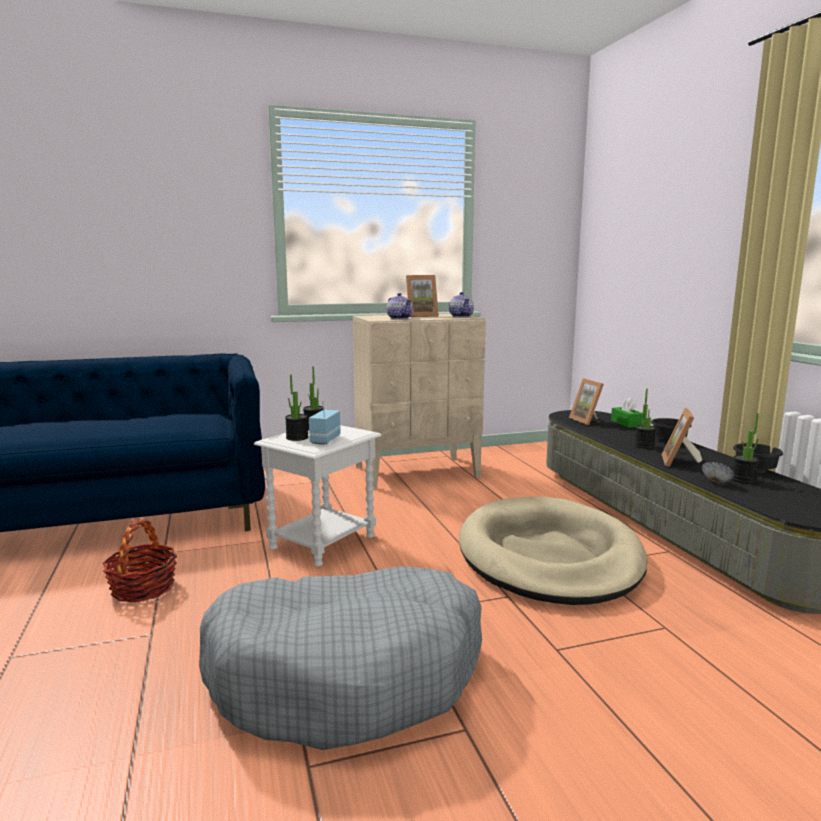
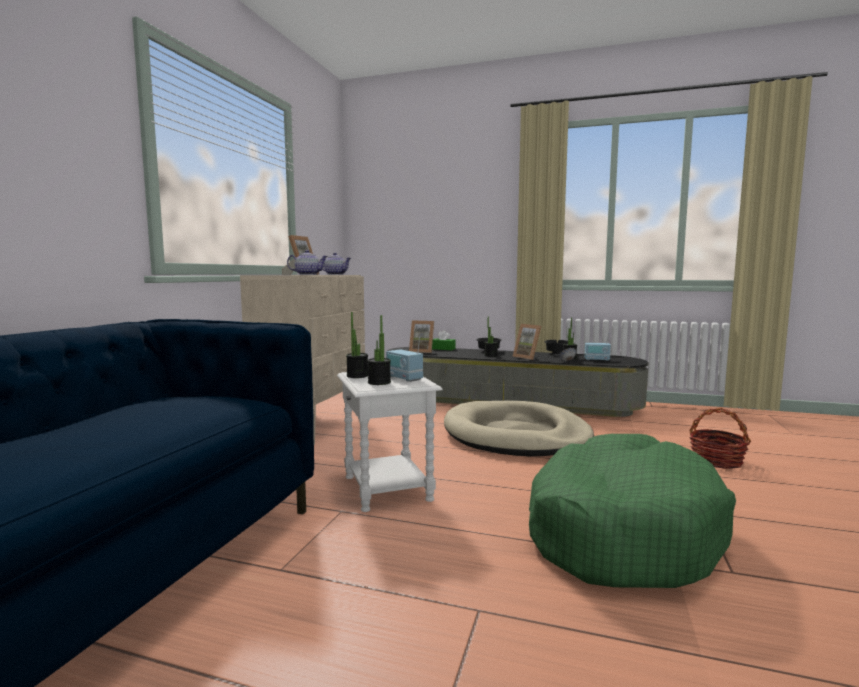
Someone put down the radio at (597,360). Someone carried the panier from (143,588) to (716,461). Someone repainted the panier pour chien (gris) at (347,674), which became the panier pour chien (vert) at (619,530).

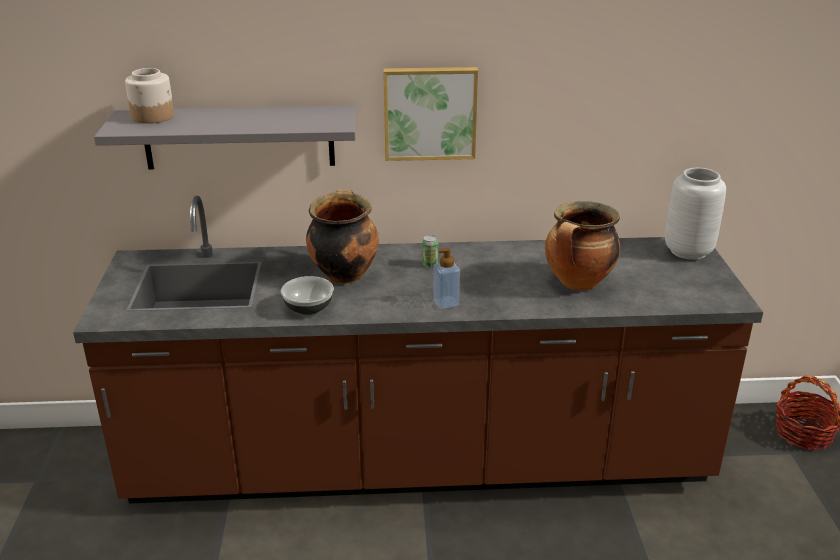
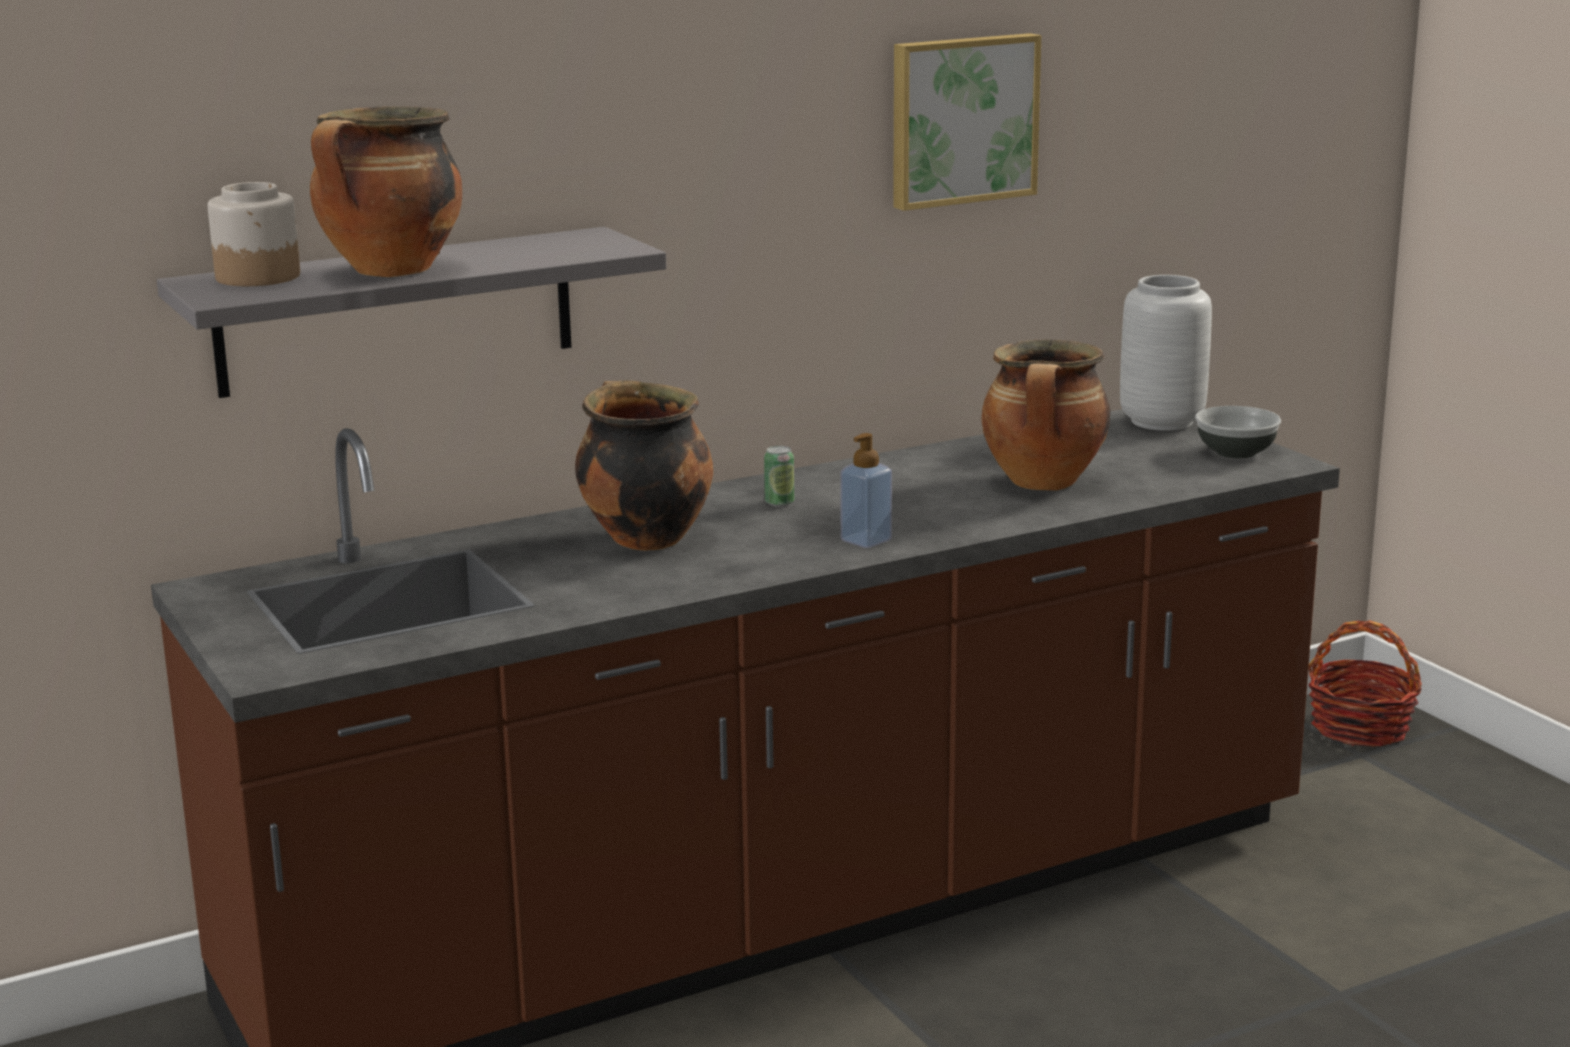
Someone put down the marmite at (391,272). Someone carried the bol from (308,308) to (1234,452). Someone carried the tableau from (430,112) to (962,120).

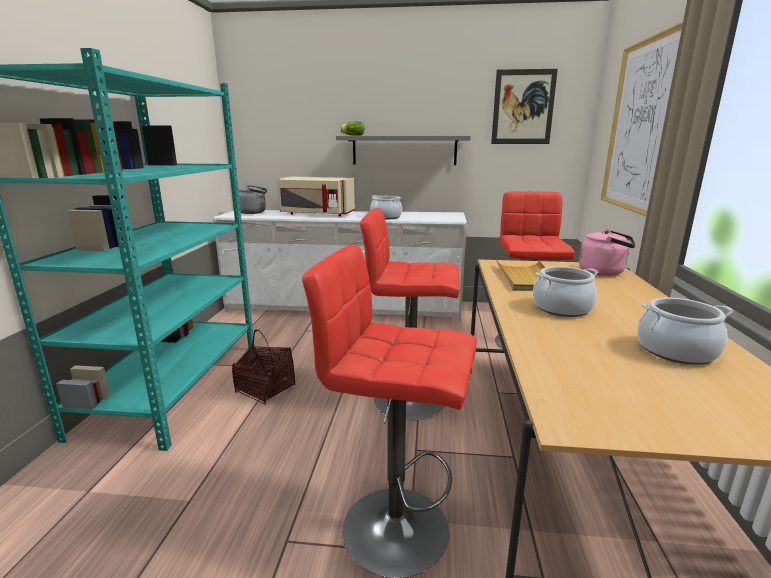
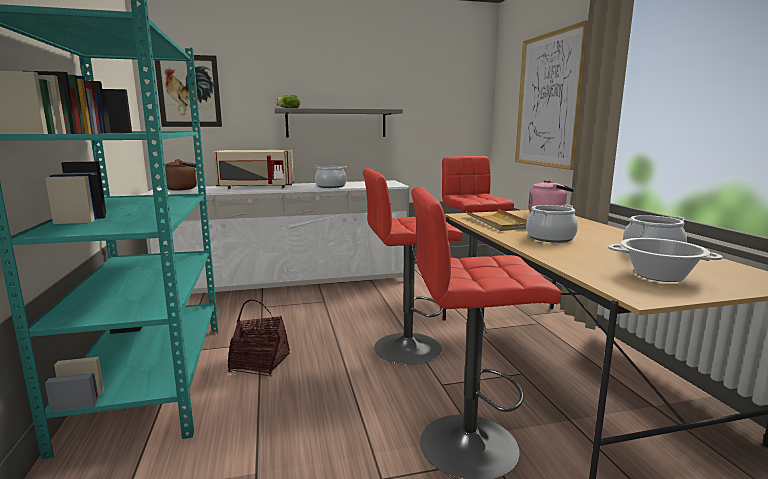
Someone put down the marmite at (659,275). Someone carried the tableau from (523,107) to (189,91). Someone repainted the bouilloire (gris) at (254,212), which became the bouilloire (marron) at (183,189).

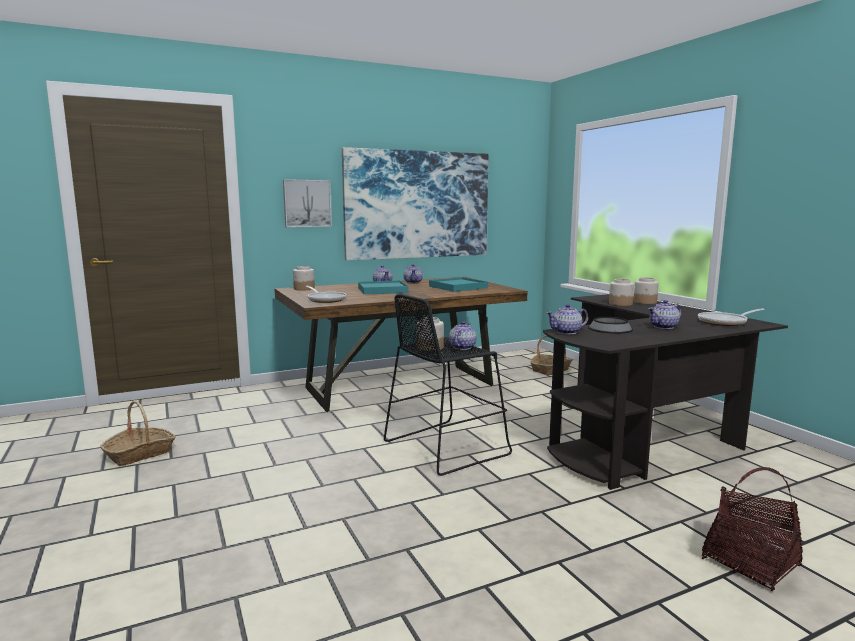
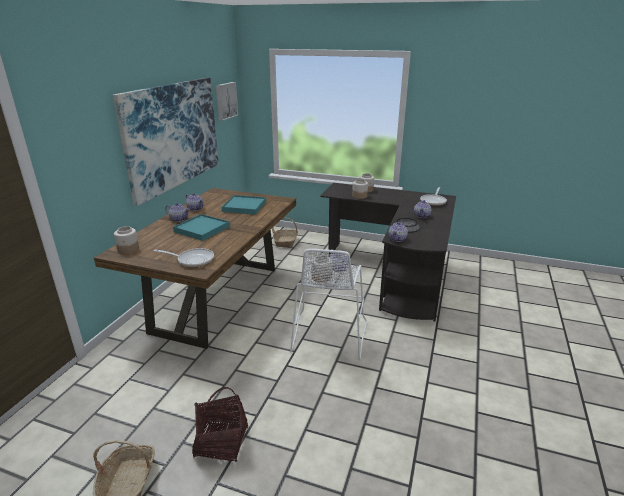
Someone carried the tableau from (307,203) to (225,100). Someone carried the panier from (751,563) to (221,442). Someone repainted the tabouret (noir) at (446,446), which became the tabouret (blanc) at (328,336).

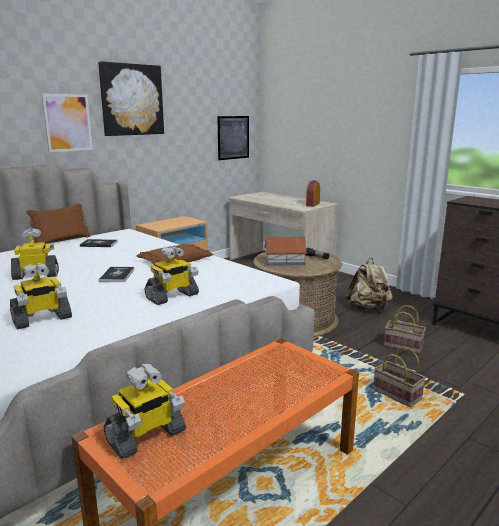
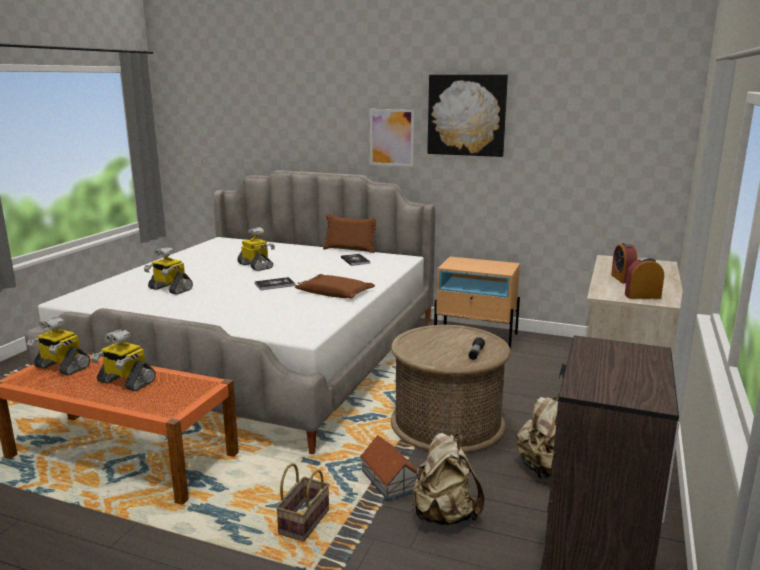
Someone took away the tableau at (233,137). Someone put down the réveil at (622,279). Someone carried the robot jouet from (172,297) to (125,382). Someone carried the maison miniature from (284,261) to (390,481). Someone swapped the panier at (404,346) for the sac à dos (beige) at (444,515).

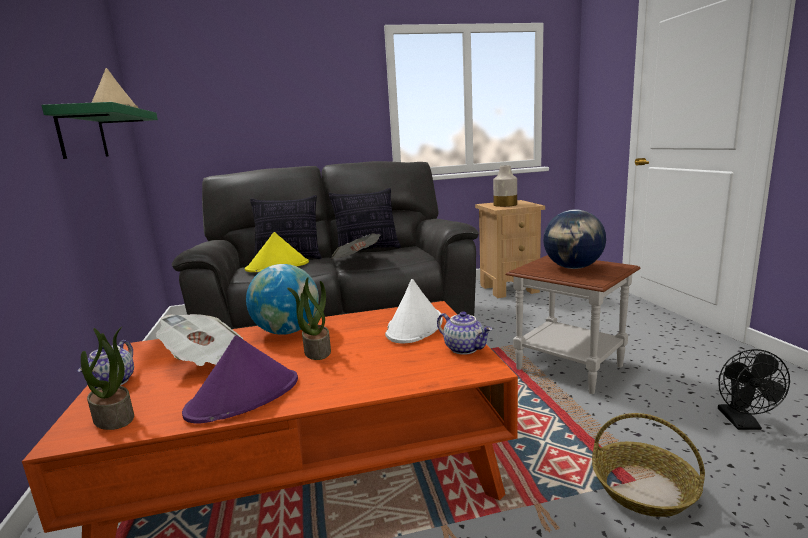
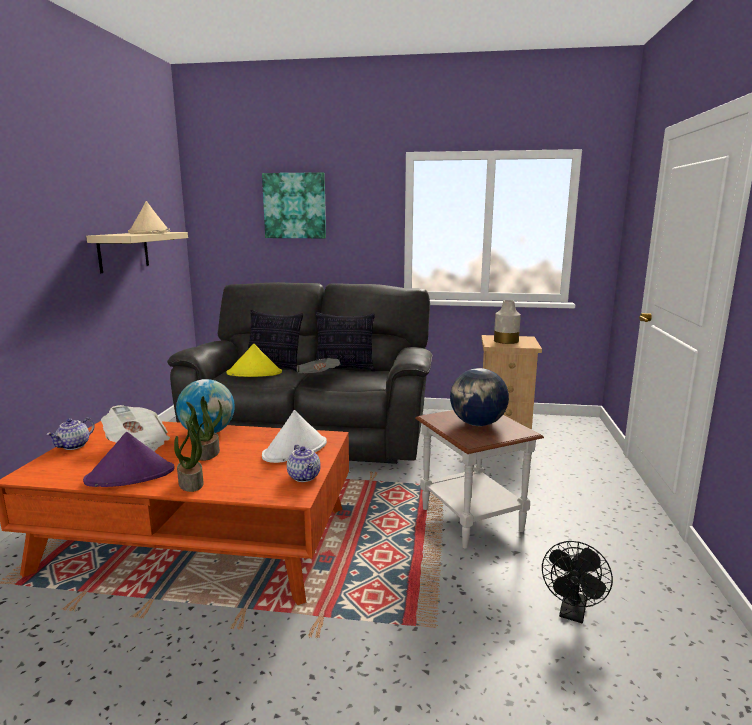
Someone took away the panier at (644,489). Someone put up the tableau at (295,206). Someone carried the plante en pot from (115,418) to (191,483). Someone repainted the étagère (vert) at (82,134), which became the étagère (beige) at (123,251).

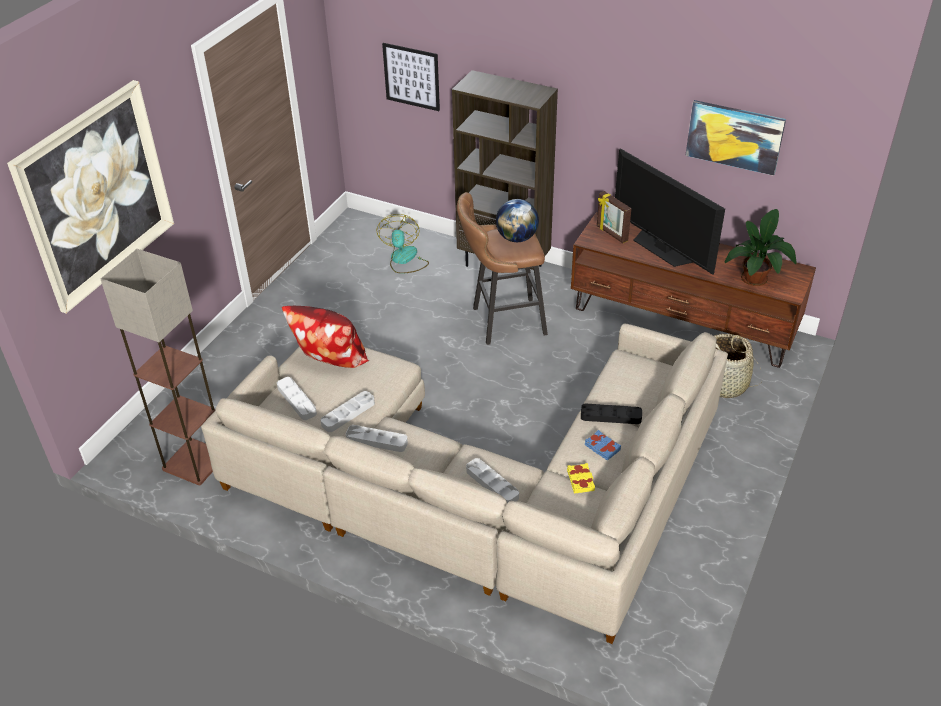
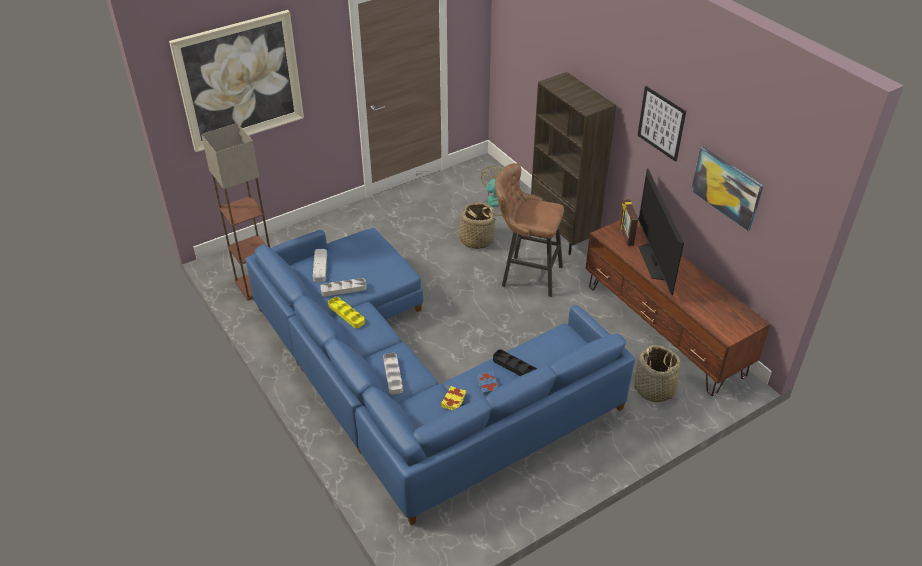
Someone took away the coussin at (330,360). Someone took away the globe at (517,238). Someone took away the plante en pot at (756,277). Someone put down the panier at (476,240). Someone carried the tableau from (411,76) to (661,123). Someone repainted the canapé (beige) at (476,488), which became the canapé (bleu) at (411,380). Someone repainted the plateau (gris) at (377,441), which became the plateau (jaune) at (346,314).

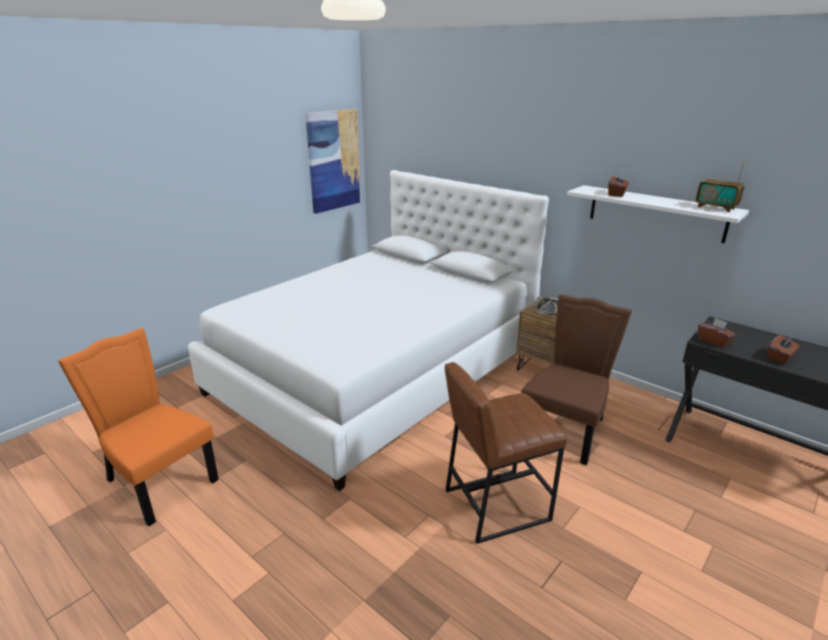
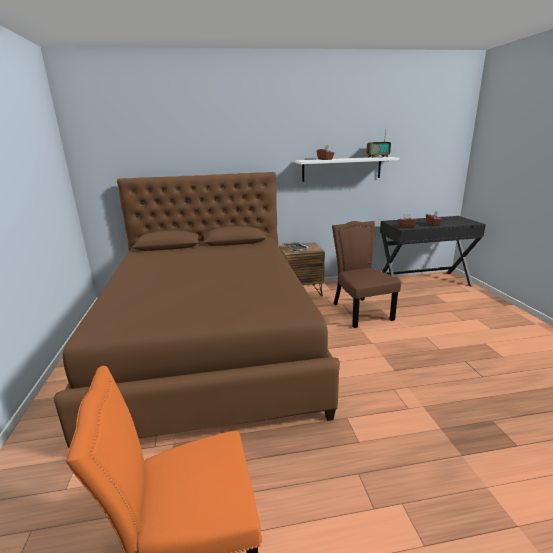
Someone took away the tableau at (334,160). Someone took away the chaise (marron) at (495,505). Someone repainted the lit (blanc) at (378,371), which became the lit (marron) at (211,343).

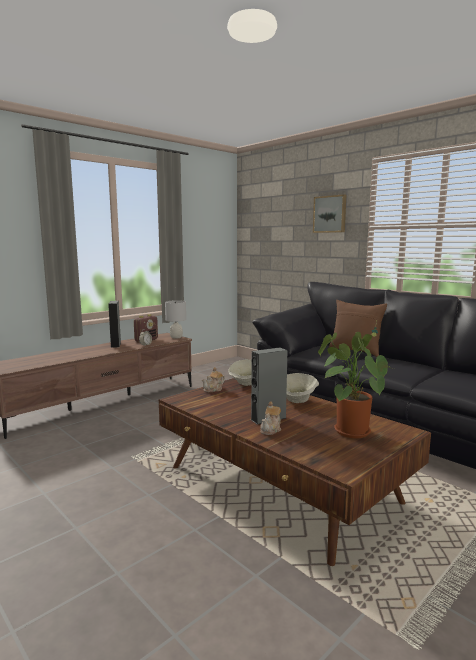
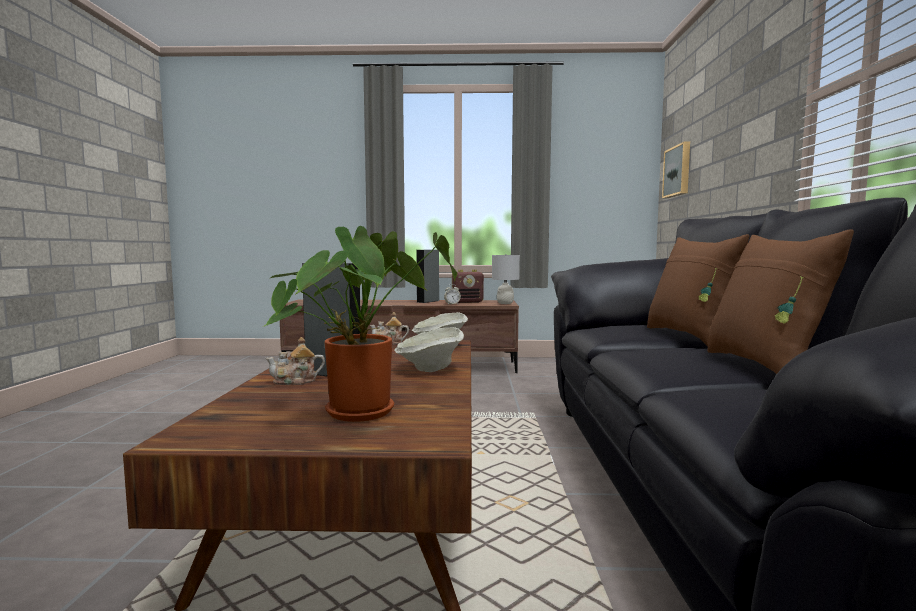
Someone put down the coussin (marron) at (763,367). Someone carried the tableau from (330,214) to (678,171).

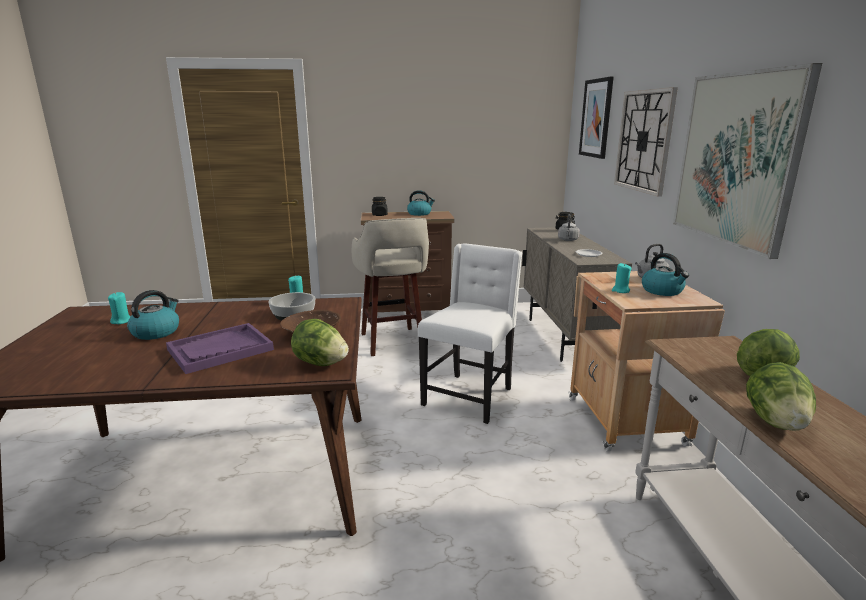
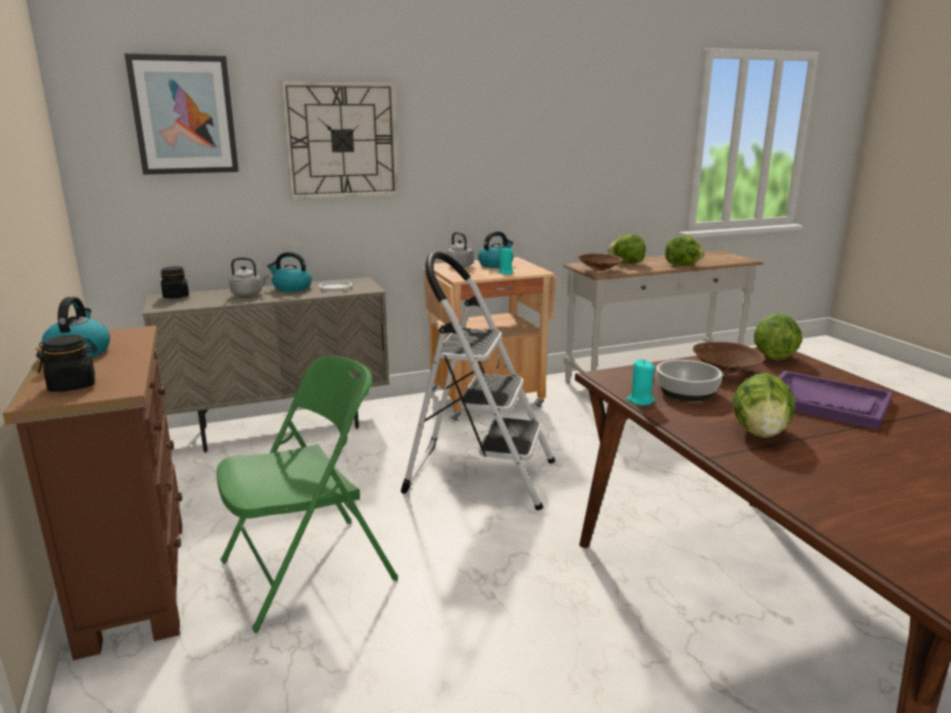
Someone took away the bougie (turquoise) at (121,321). Someone took away the tableau at (736,159). Someone put down the bol (marron) at (600,270). Someone put down the laitue at (760,432). Someone carried the bouilloire from (156,332) to (291,288). Someone swapped the tabouret (beige) at (392,343) for the chaise (vert) at (308,570). Someone swapped the chaise (blanc) at (469,396) for the escabeau at (476,476).

